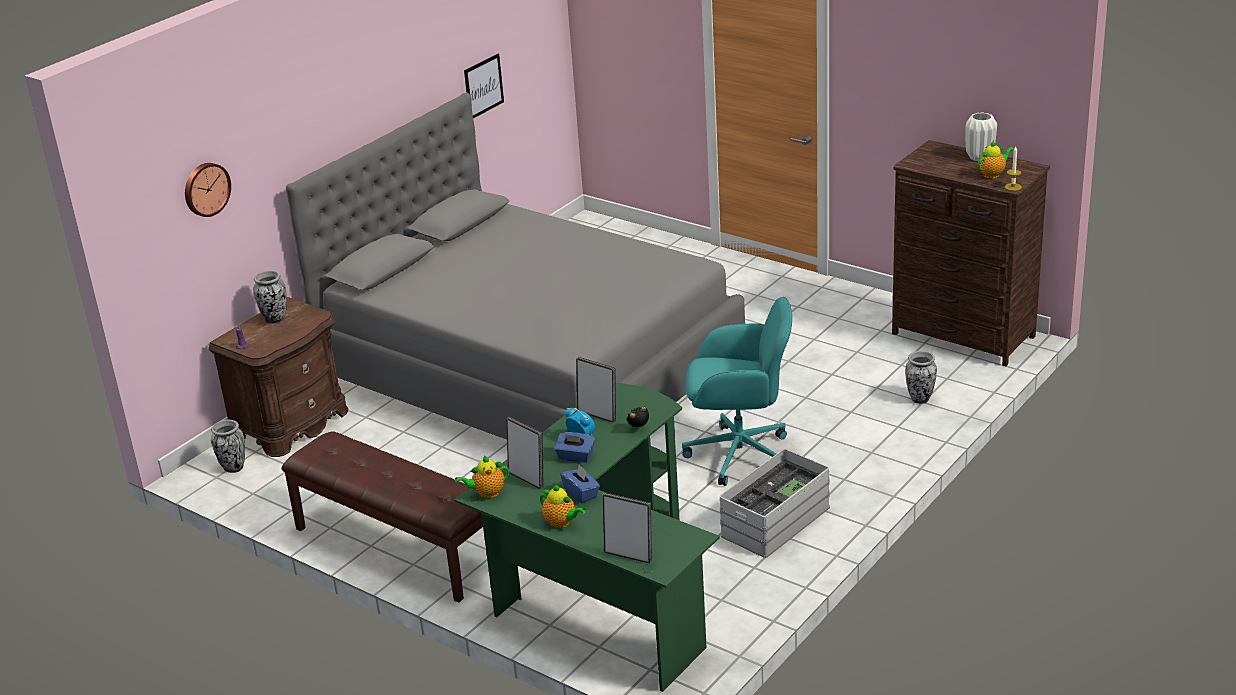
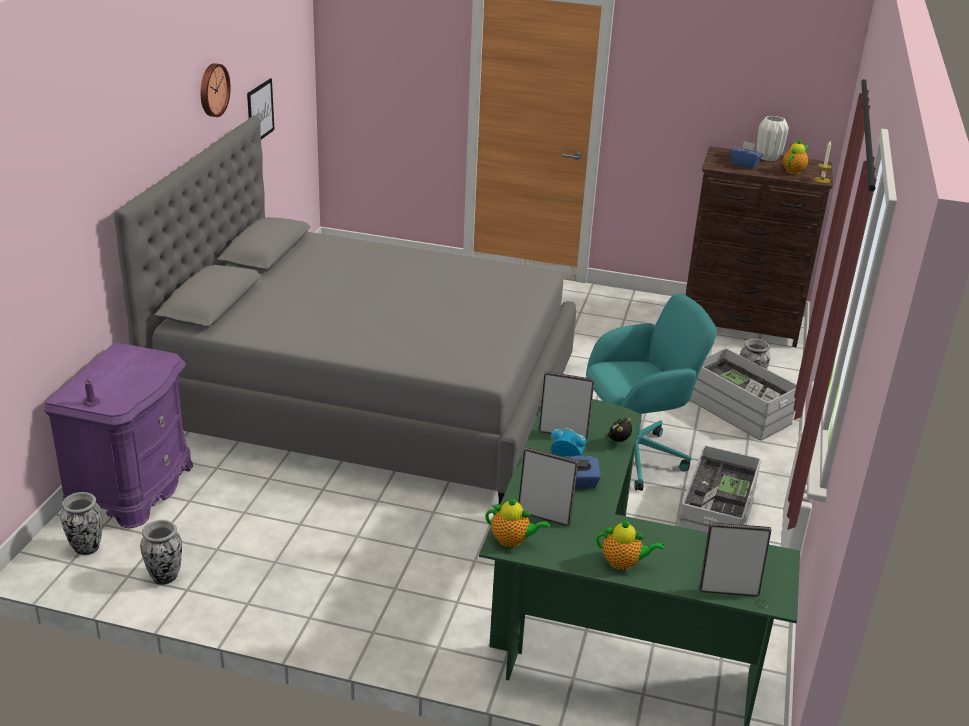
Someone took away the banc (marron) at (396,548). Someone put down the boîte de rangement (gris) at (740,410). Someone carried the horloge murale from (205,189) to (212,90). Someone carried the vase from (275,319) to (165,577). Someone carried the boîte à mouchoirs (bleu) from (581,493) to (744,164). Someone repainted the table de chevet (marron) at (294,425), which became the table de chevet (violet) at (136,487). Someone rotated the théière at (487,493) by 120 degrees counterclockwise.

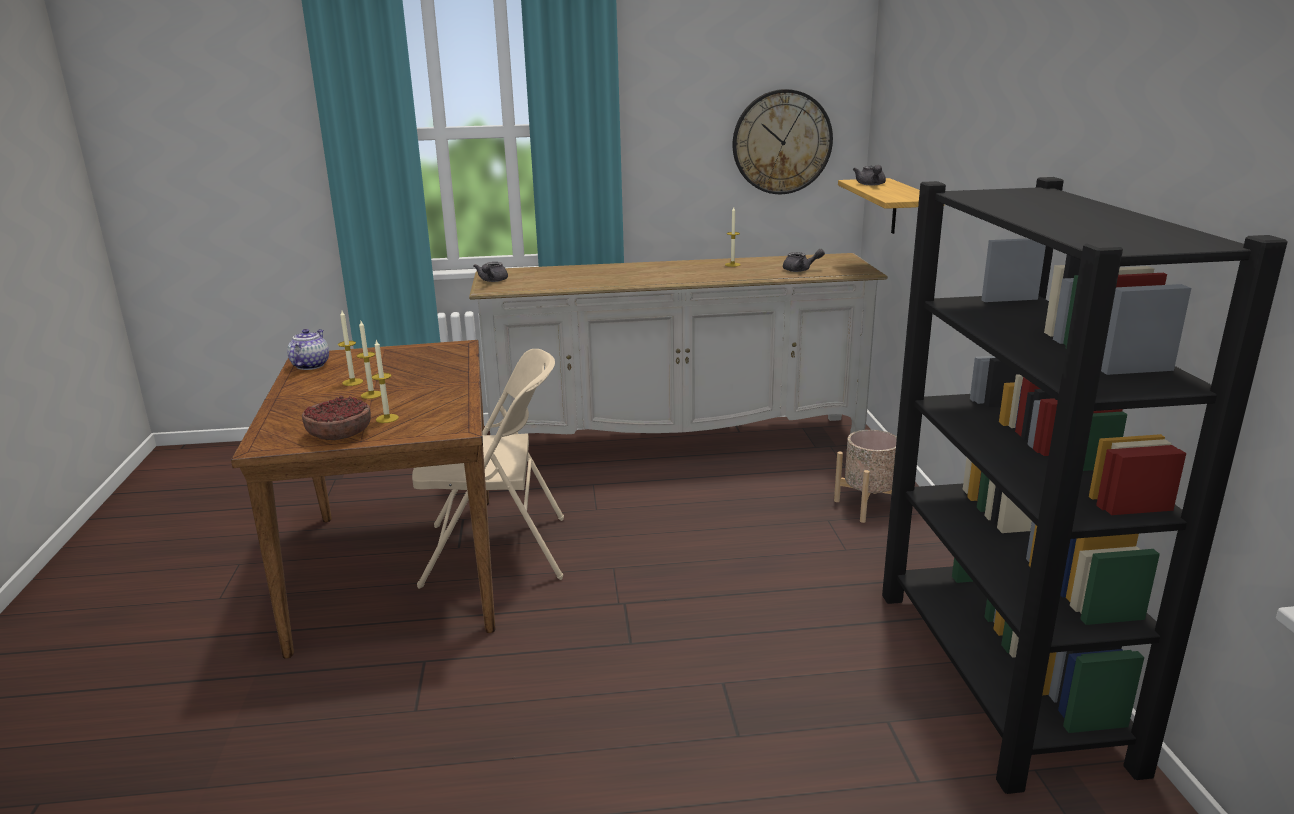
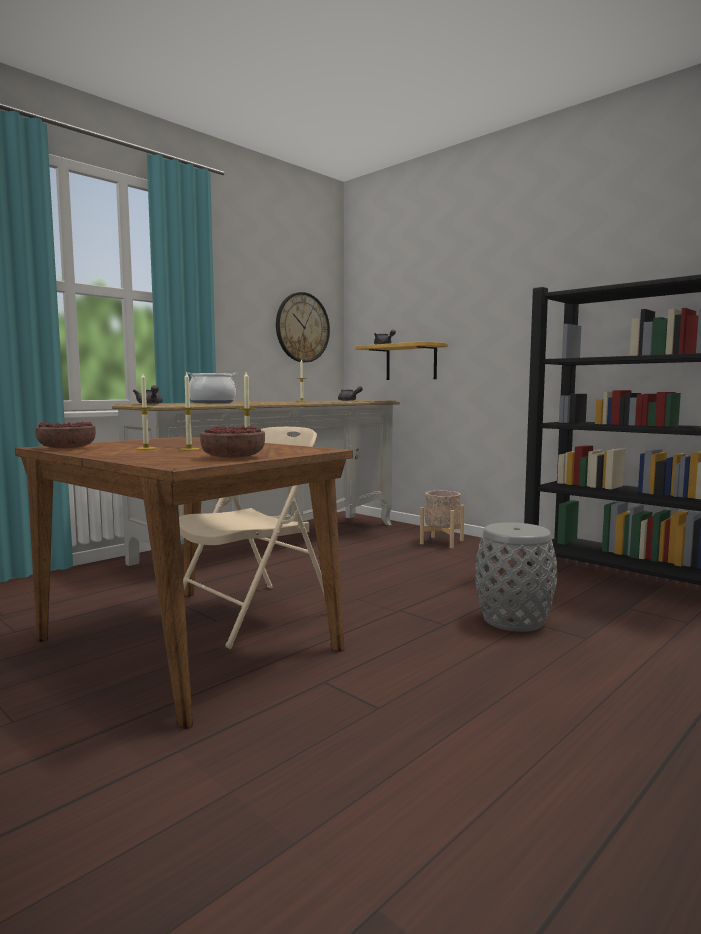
Someone put down the marmite at (212,403). Someone put down the tabouret (gris) at (513,620). Someone swapped the théière at (310,365) for the bol at (66,448).

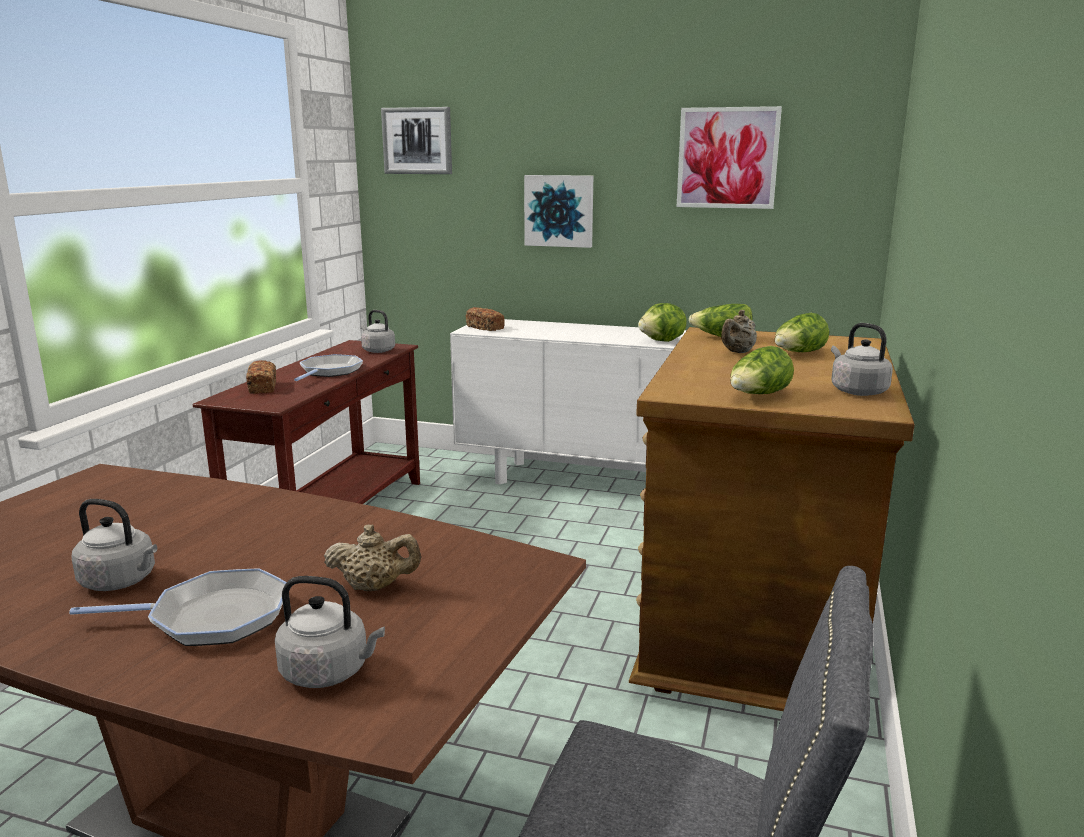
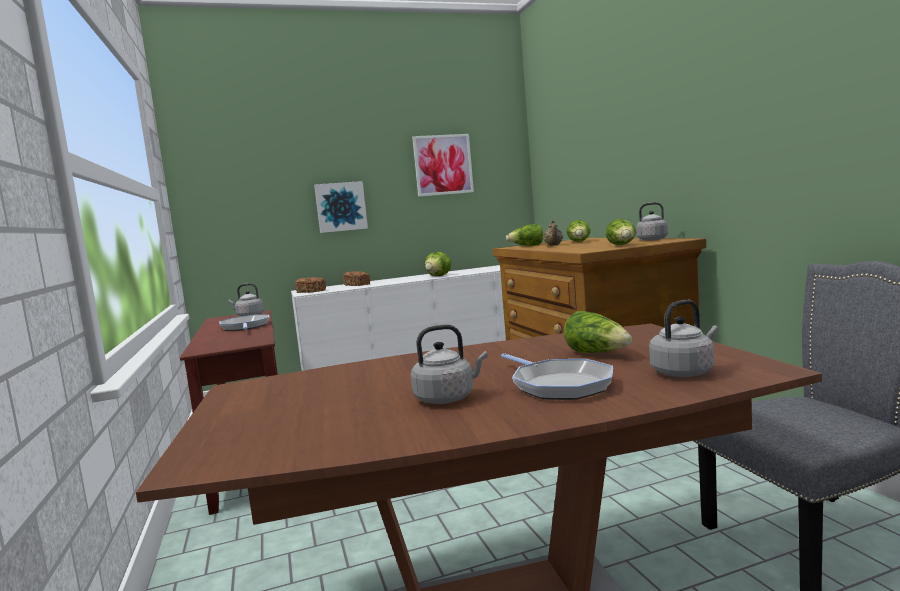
Someone took away the tableau at (417,141). Someone carried the pain from (263,388) to (357,285). Someone swapped the théière (beige) at (374,587) for the laitue at (598,354). Someone rotated the poêle at (212,617) by 105 degrees clockwise.

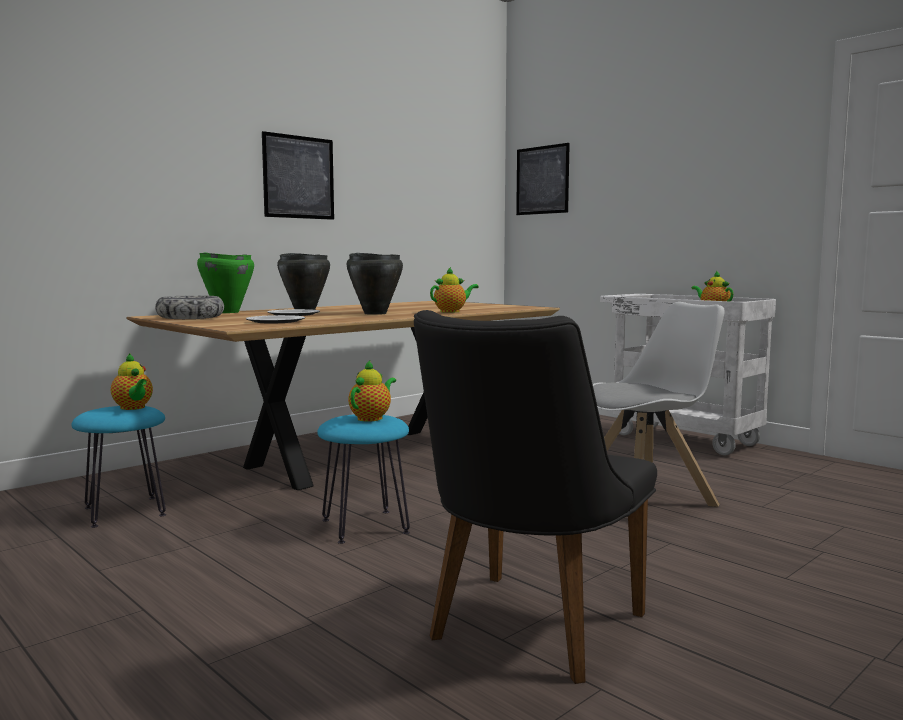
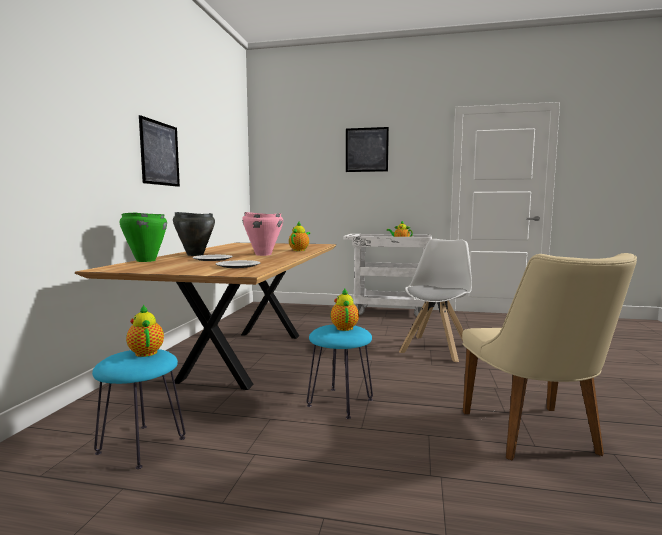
Someone took away the bol at (190,317). Someone carried the tableau from (542,180) to (366,150). Someone repainted the marmite (noir) at (375,313), which became the marmite (rose) at (263,254). Someone repainted the chaise (noir) at (525,633), which became the chaise (beige) at (536,438). Someone rotated the théière at (133,408) by 135 degrees counterclockwise.

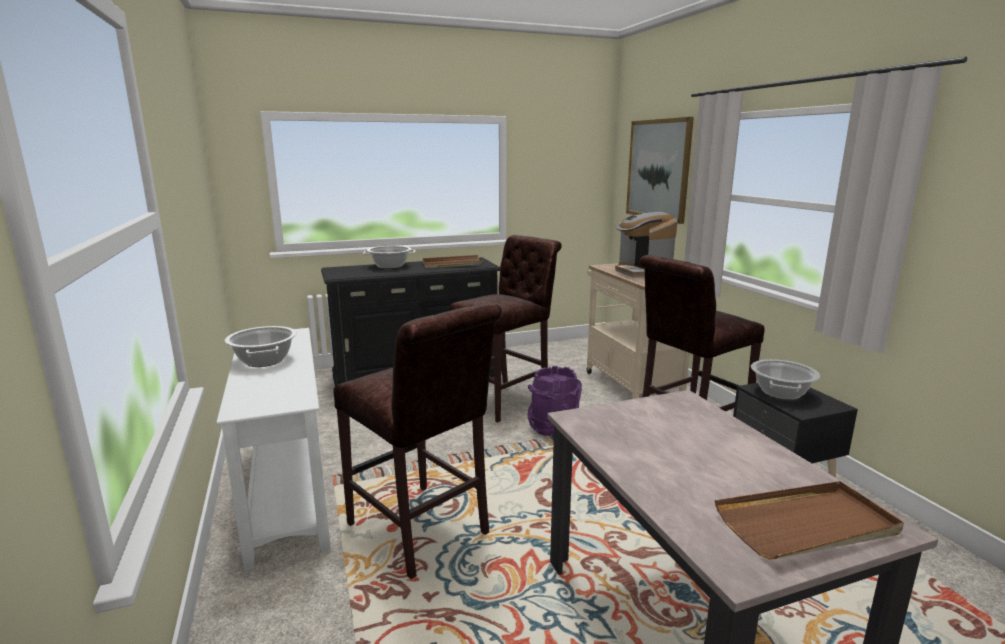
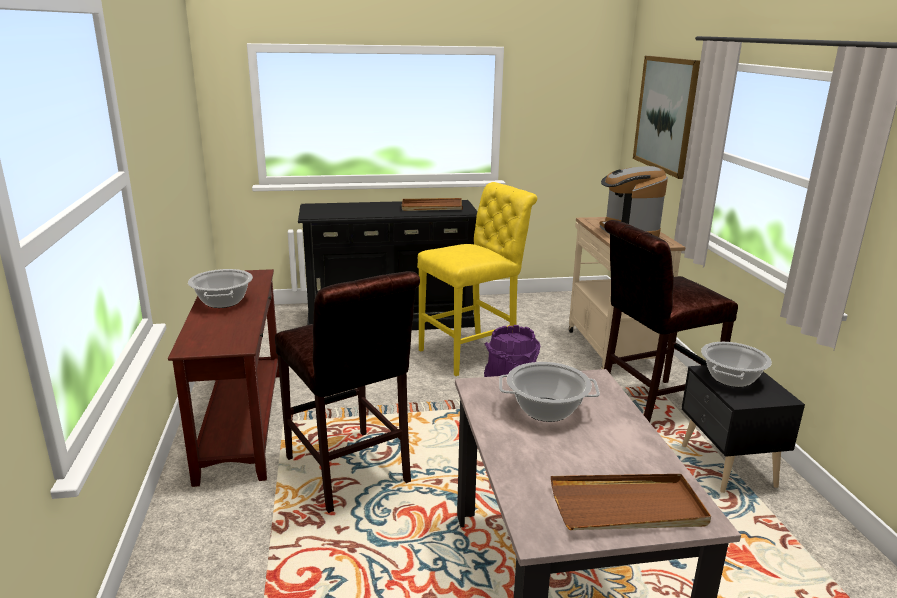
Someone carried the marmite from (390,266) to (546,410). Someone repainted the table console (blanc) at (287,492), which became the table console (marron) at (241,423). Someone repainted the tabouret (marron) at (506,399), which became the tabouret (jaune) at (473,352).

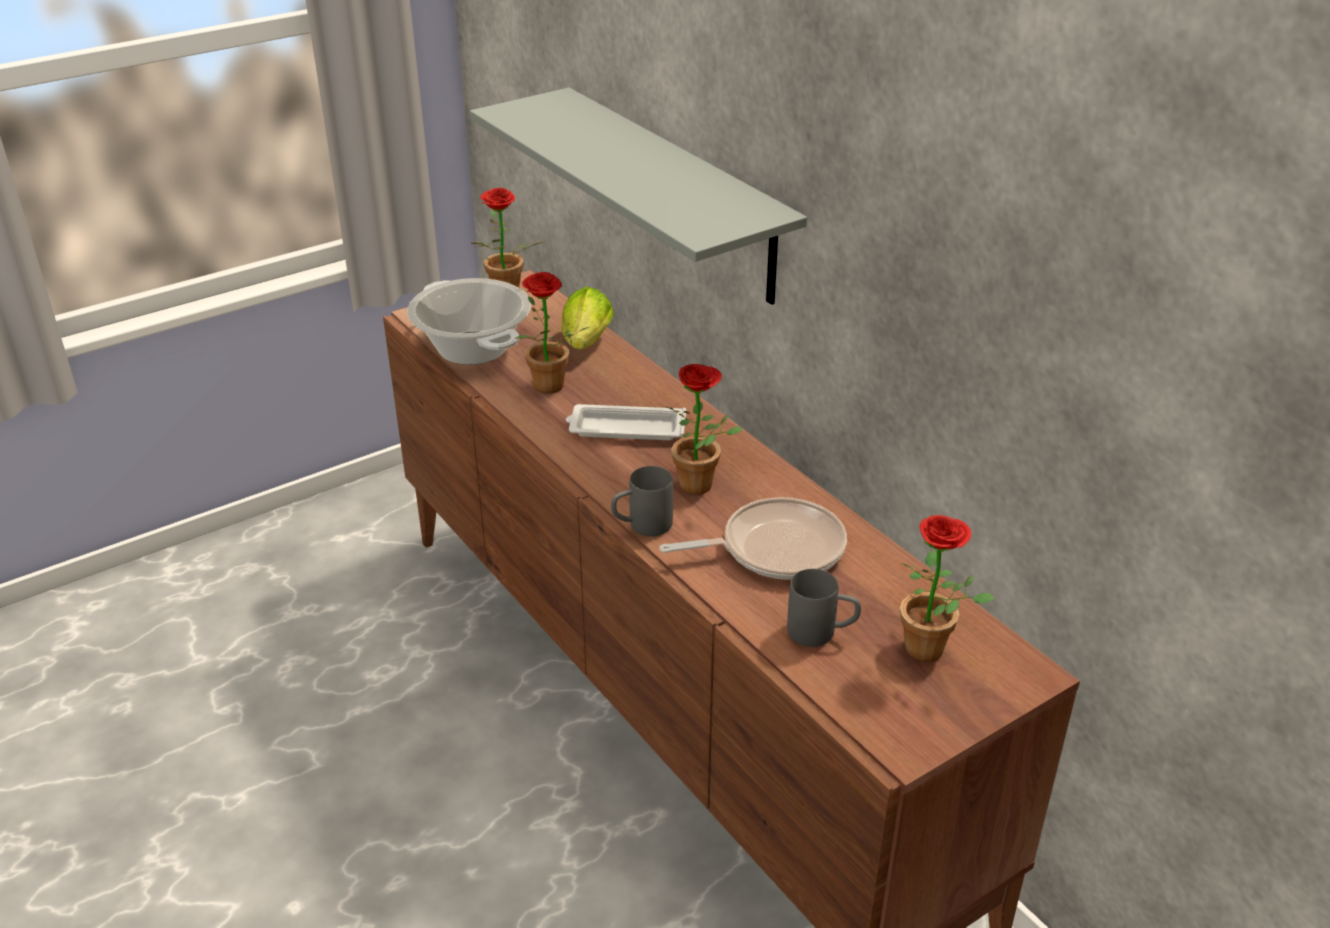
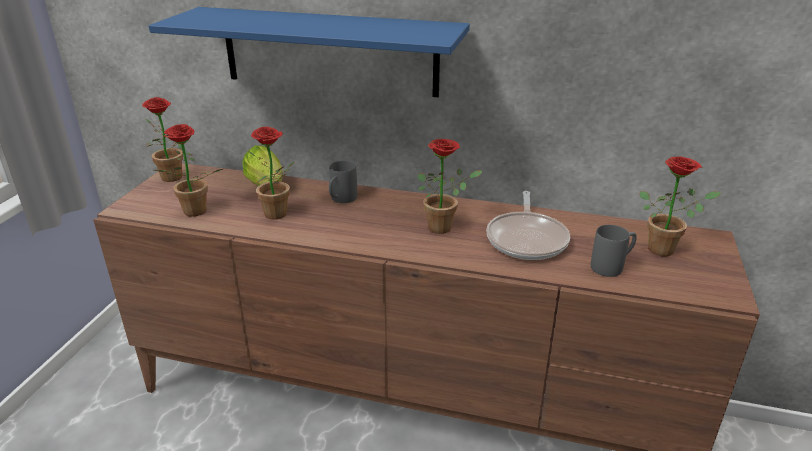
Someone took away the plateau (blanc) at (625,429). Someone carried the mug (gris) from (641,526) to (341,200). Someone swapped the marmite at (472,349) for the plante en pot at (193,213). Someone repainted the étagère (gris) at (676,194), which became the étagère (bleu) at (329,51). Someone rotated the poêle at (775,548) by 150 degrees clockwise.

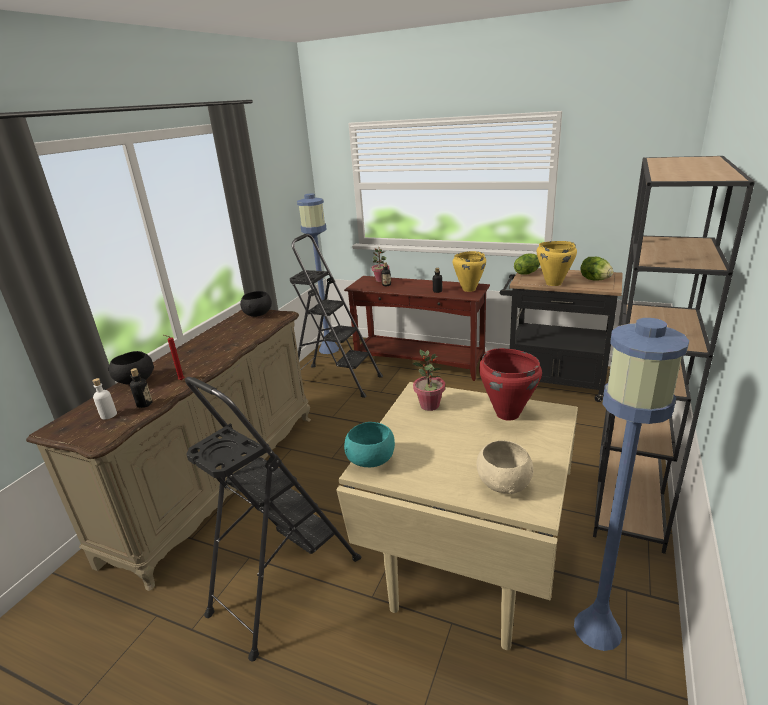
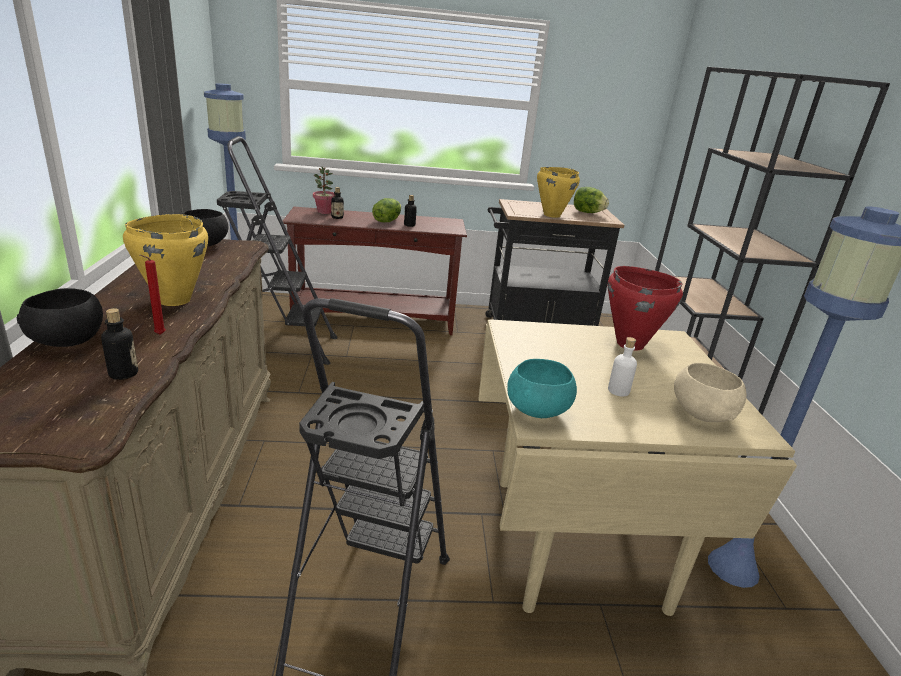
Someone took away the plante en pot at (429,405). Someone carried the bouteille (blanc) from (108,415) to (618,390). Someone carried the marmite (jaune) from (468,289) to (173,300). Someone carried the laitue from (527,273) to (386,221).

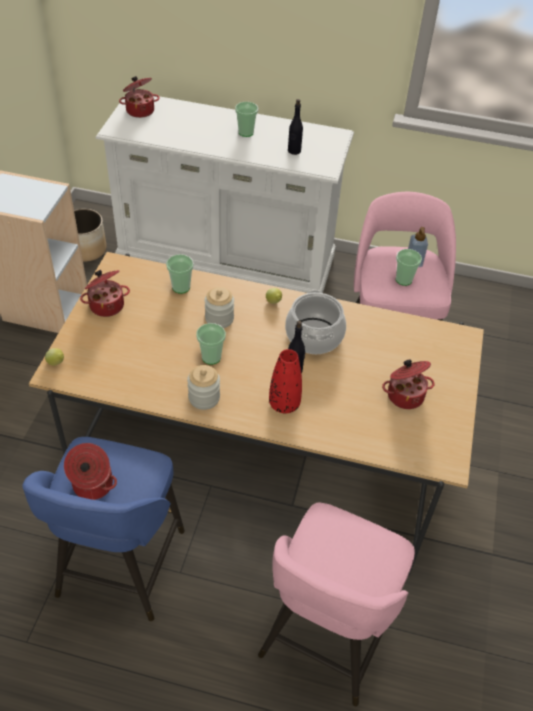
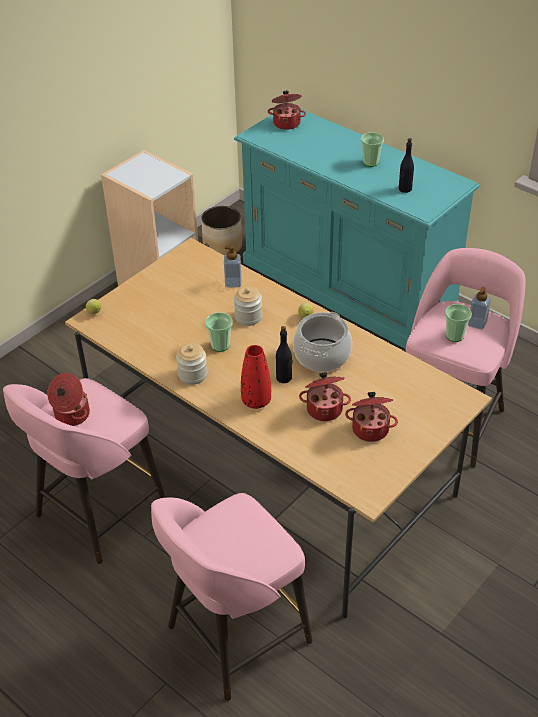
Someone carried the marmite from (106,305) to (324,408). Someone swapped the tasse at (181,287) for the distributeur de savon at (233,283). Someone repainted the tabouret (bleu) at (119,566), which became the tabouret (rose) at (98,513). Someone repainted the meuble de rangement (blanc) at (227,258), which became the meuble de rangement (turquoise) at (348,287).

